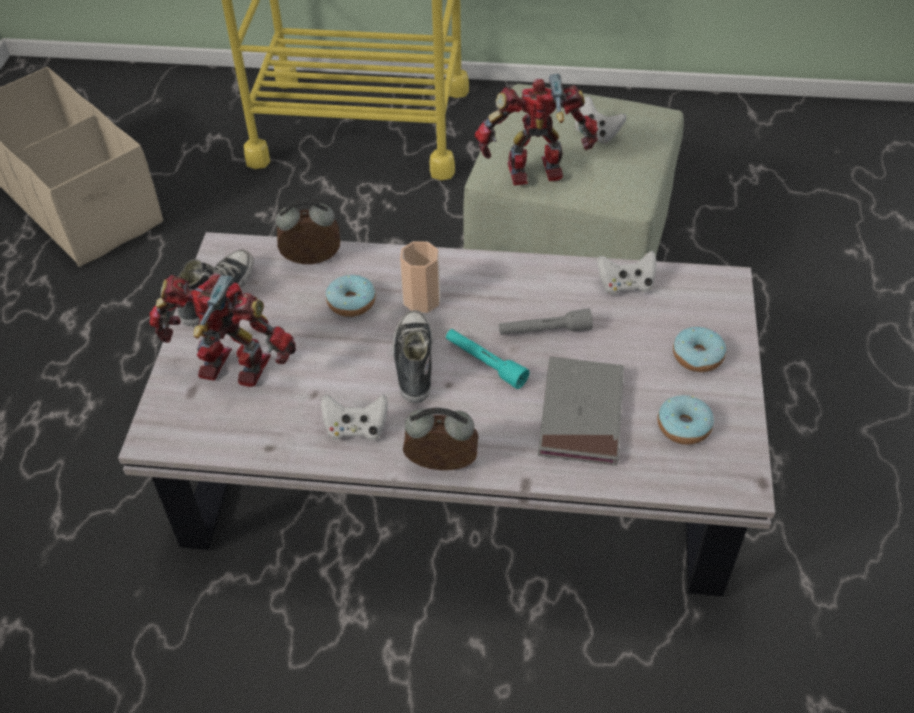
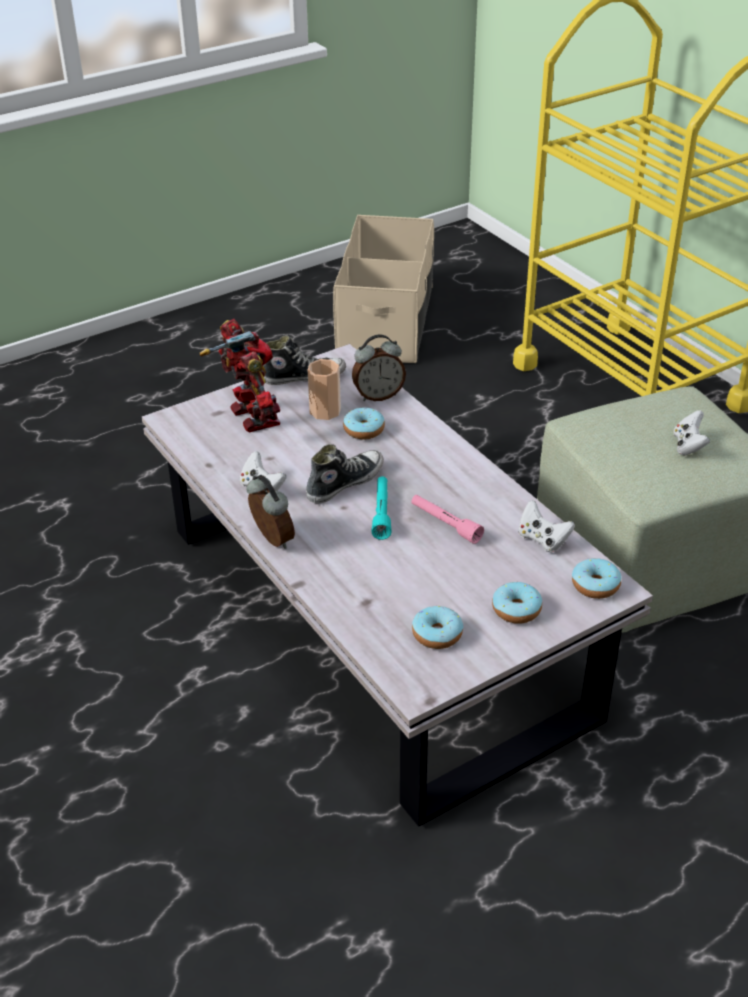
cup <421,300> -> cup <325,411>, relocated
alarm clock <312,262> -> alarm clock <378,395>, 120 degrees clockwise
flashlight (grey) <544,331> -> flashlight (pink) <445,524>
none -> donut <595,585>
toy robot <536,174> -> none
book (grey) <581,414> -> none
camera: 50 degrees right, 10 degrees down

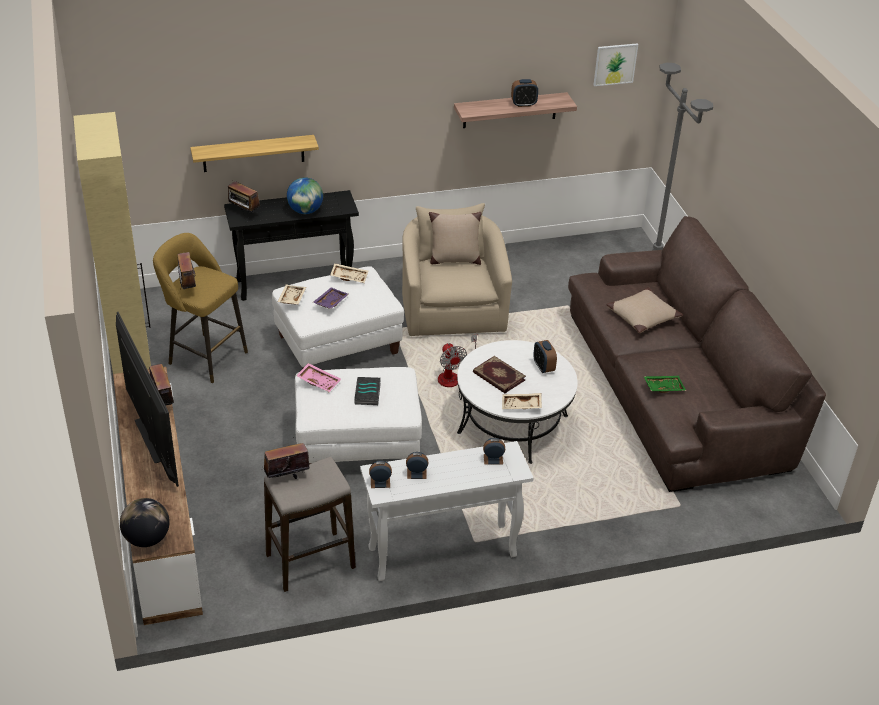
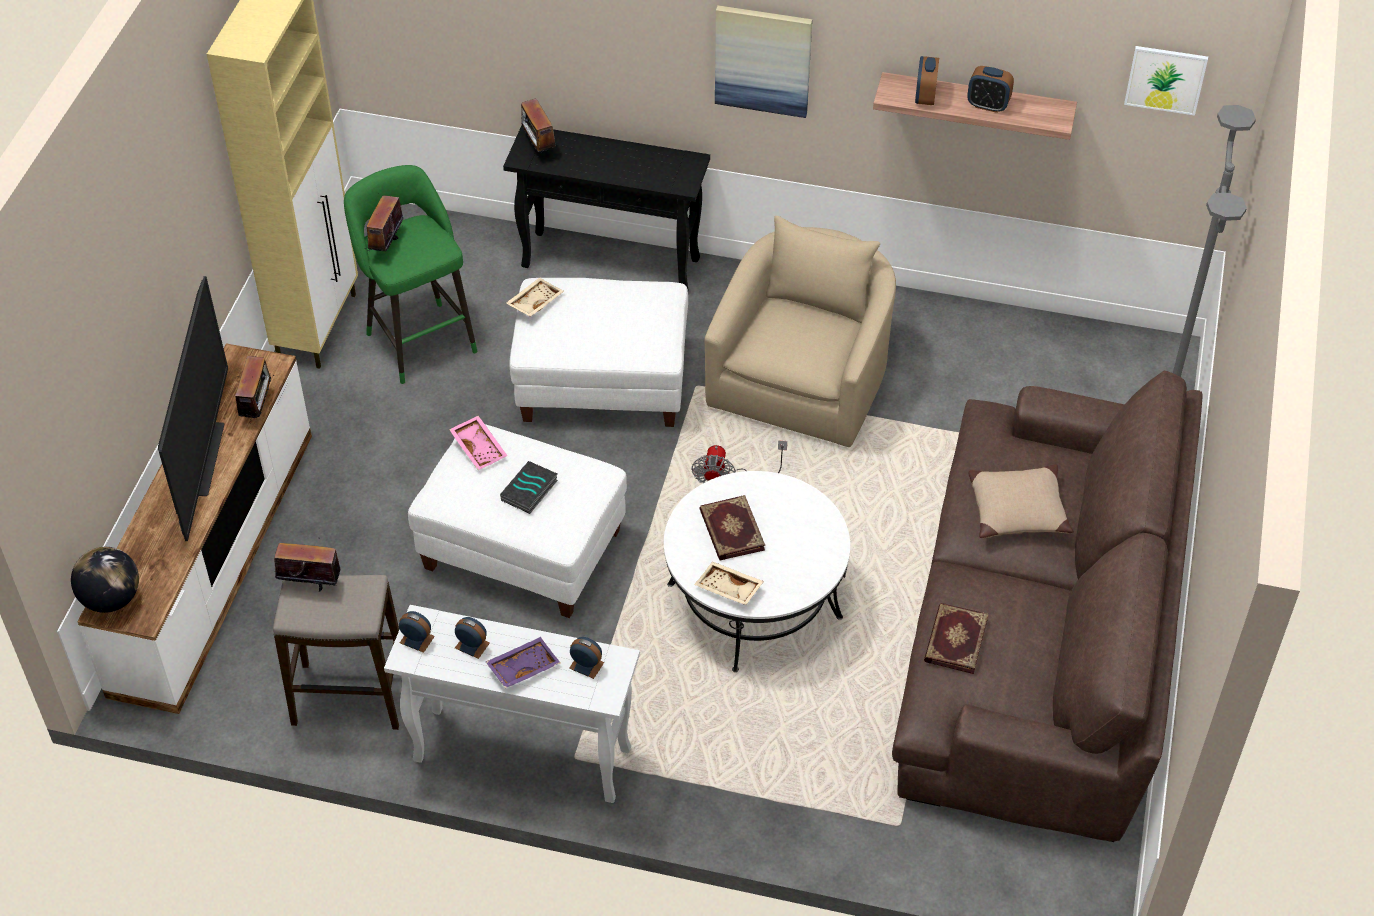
stool (yellow) <204,356> -> stool (green) <418,338>
tray (purple) <330,302> -> tray (purple) <523,667>, relocated
none -> picture <763,60>
alarm clock <543,367> -> alarm clock <925,97>, relocated
tray (green) <663,387> -> book <954,640>
shelf <253,153> -> none
globe <305,211> -> none
tray (beige) <349,277> -> none
pillow (beige) <454,260> -> none
camera: 30 degrees right, 10 degrees up

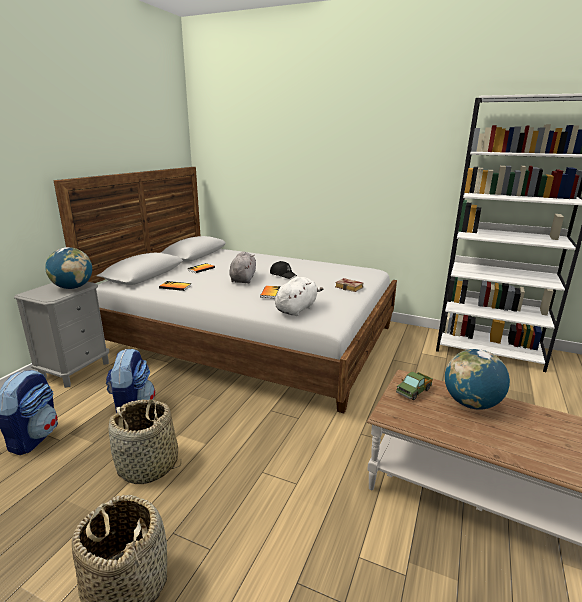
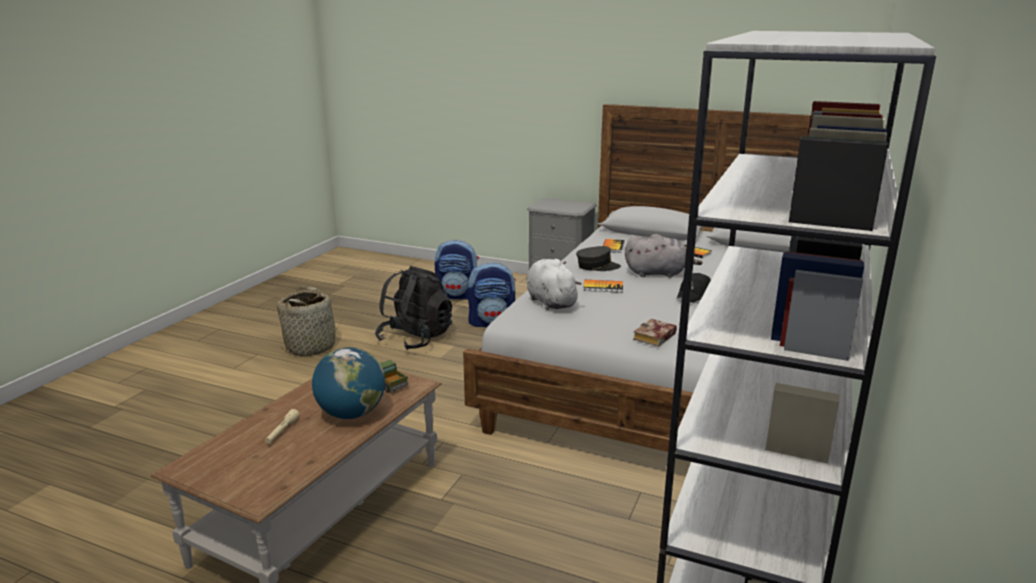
none -> flashlight (beige) <282,432>
basket <148,466> -> backpack (black) <415,338>
plush toy (white) <297,309> -> plush toy (white) <550,302>, 150 degrees counterclockwise
none -> cap (grey) <597,266>
globe <73,287> -> none
camera: 90 degrees right, 0 degrees up

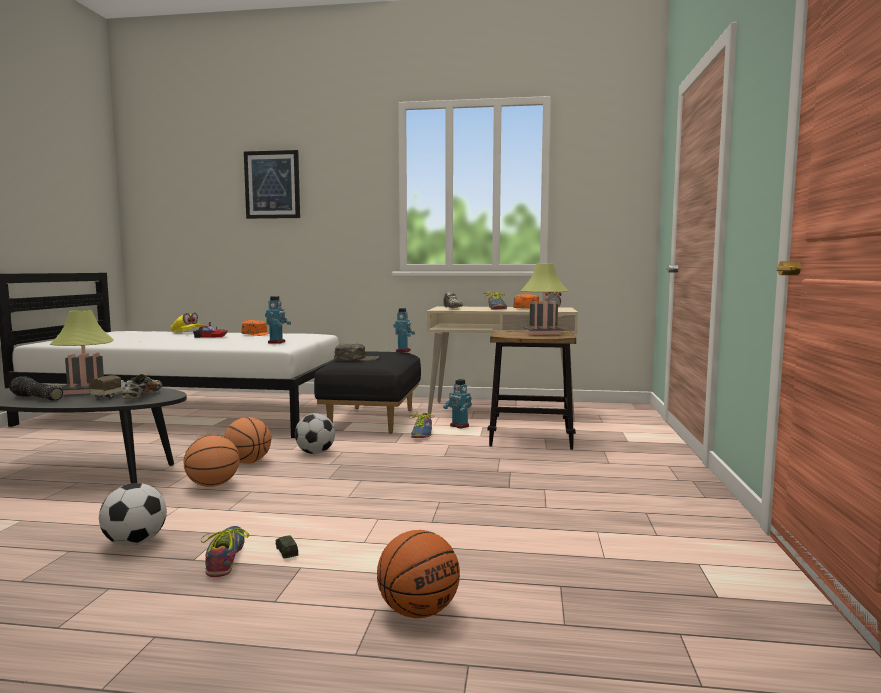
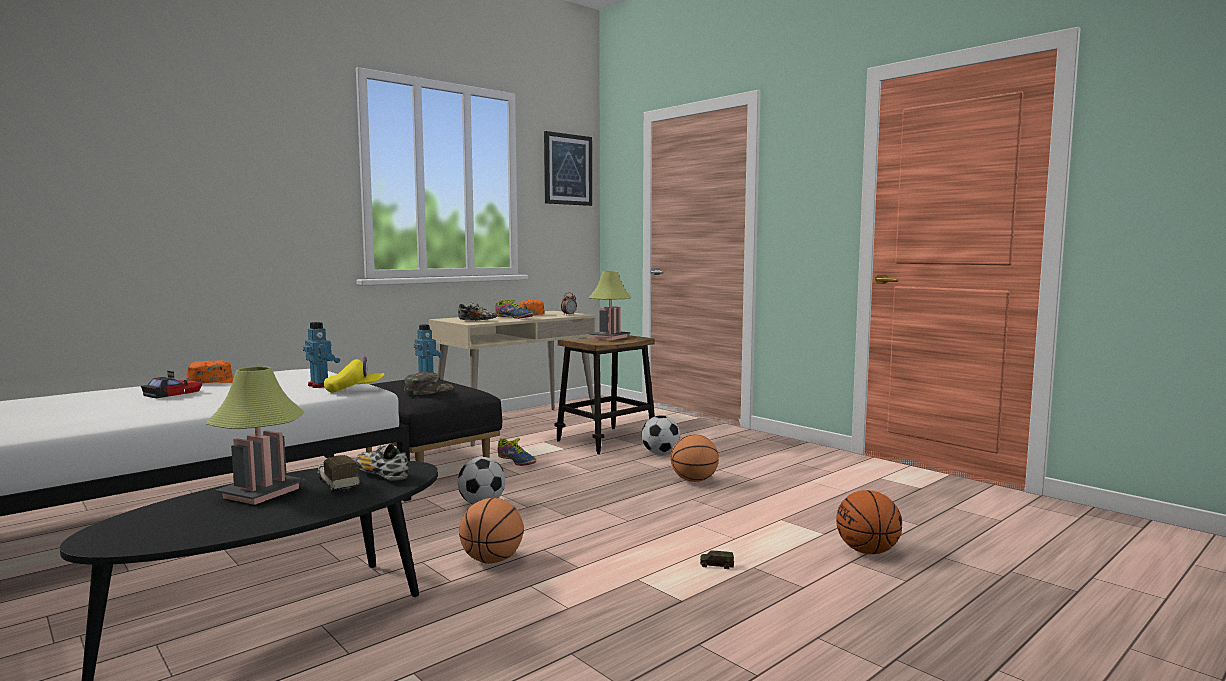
cap (yellow) <187,332> -> cap (yellow) <354,390>, relocated
picture <272,185> -> picture <567,169>, relocated
football <135,542> -> football <660,453>, relocated
basketball <248,462> -> basketball <694,481>, relocated
flashlight <36,398> -> none
shoe <225,557> -> none
toy robot <459,426> -> none
camera: 50 degrees left, 0 degrees up

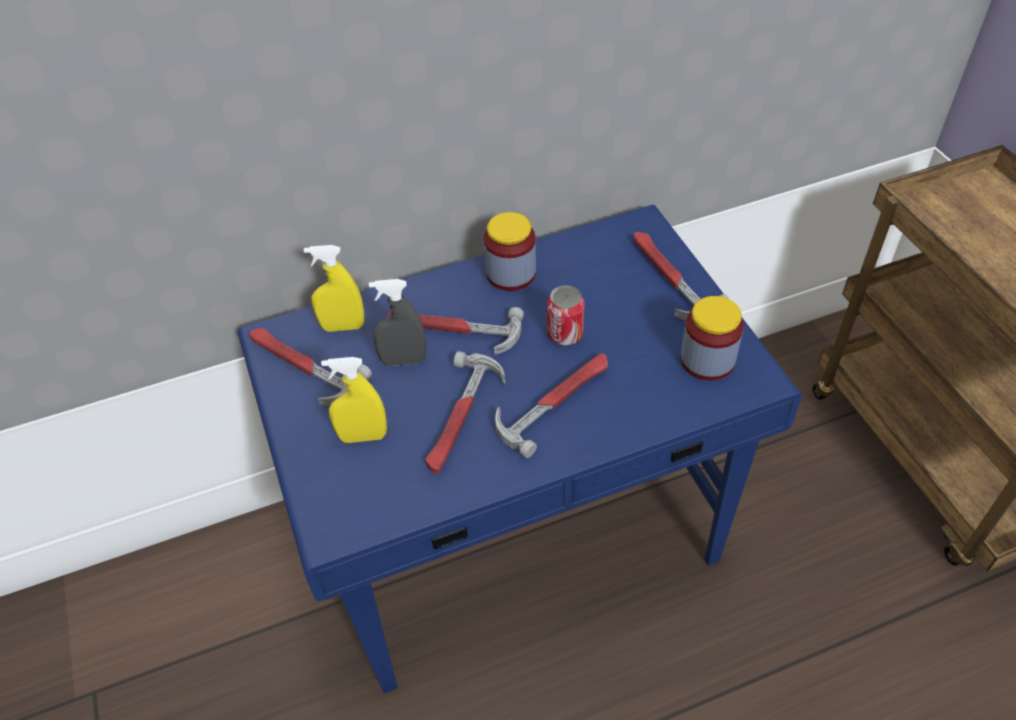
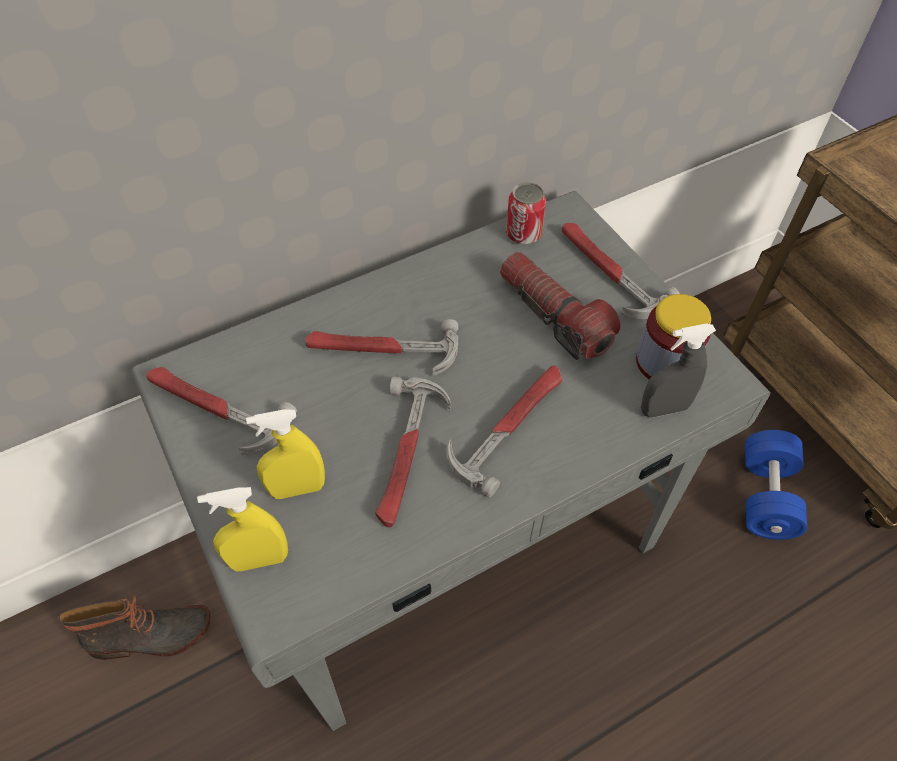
none -> boot <151,637>
desk (blue) <518,530> -> desk (grey) <448,536>
spray bottle (yellow) <343,327> -> spray bottle (yellow) <259,560>, relocated
none -> flashlight <554,316>
can <565,334> -> can <523,234>, relocated
spray bottle (grey) <403,360> -> spray bottle (grey) <664,409>, relocated
none -> dumbbell (blue) <765,496>
jar <511,273> -> none
camera: 10 degrees left, 5 degrees up

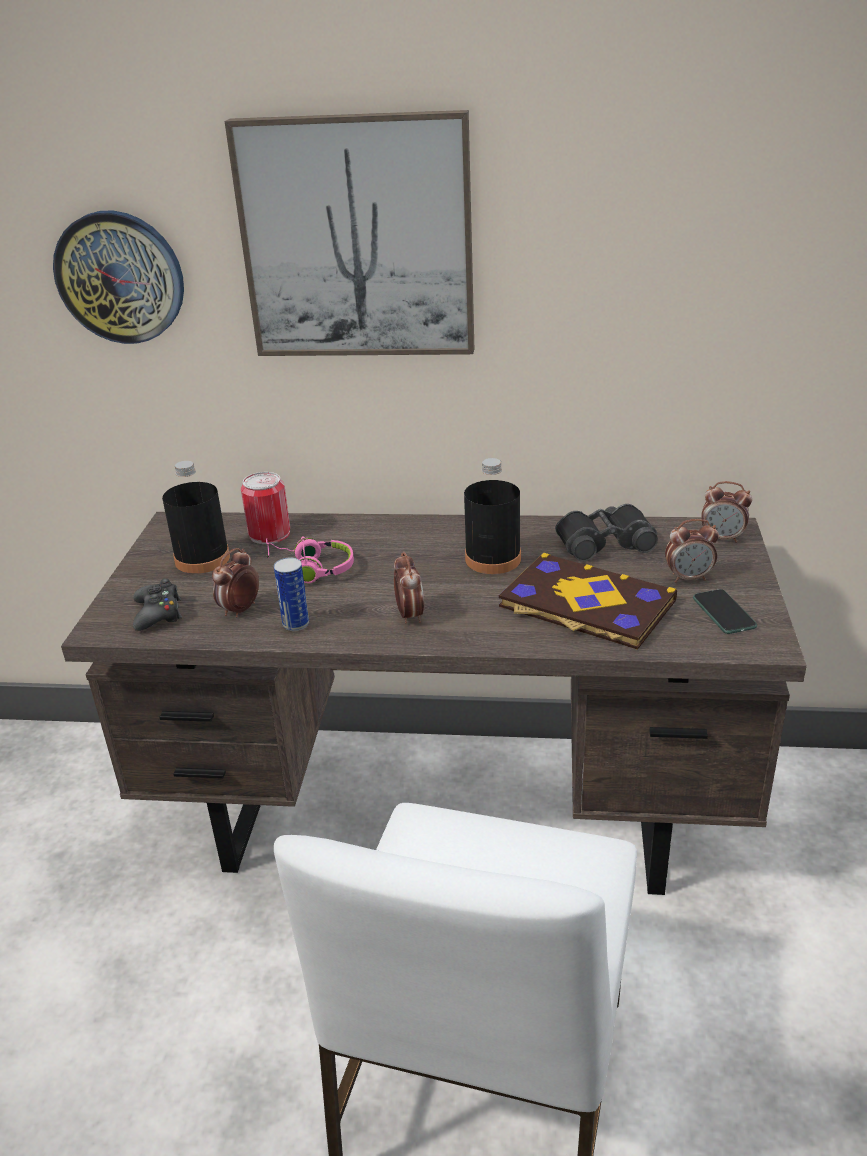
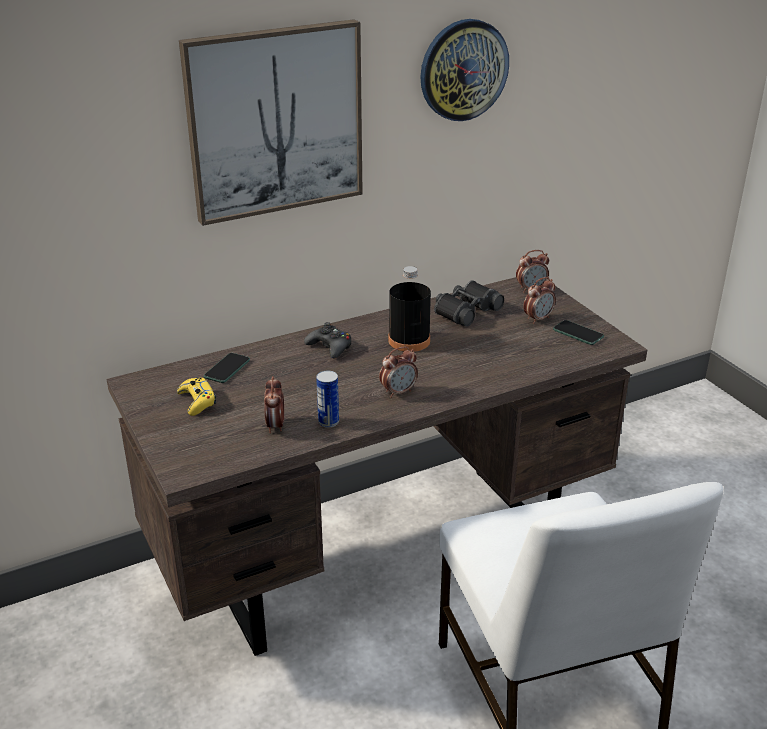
bottle (black) <202,559> -> game controller (yellow) <197,401>
can <269,534> -> phone <227,369>
game controller (black) <158,613> -> game controller (black) <330,347>, relocated
alarm clock <410,615> -> alarm clock <398,392>, 105 degrees clockwise
wall clock <120,277> -> wall clock <463,70>, relocated
headphones (pink) <311,568> -> none
book <586,605> -> none
camera: 35 degrees left, 0 degrees up

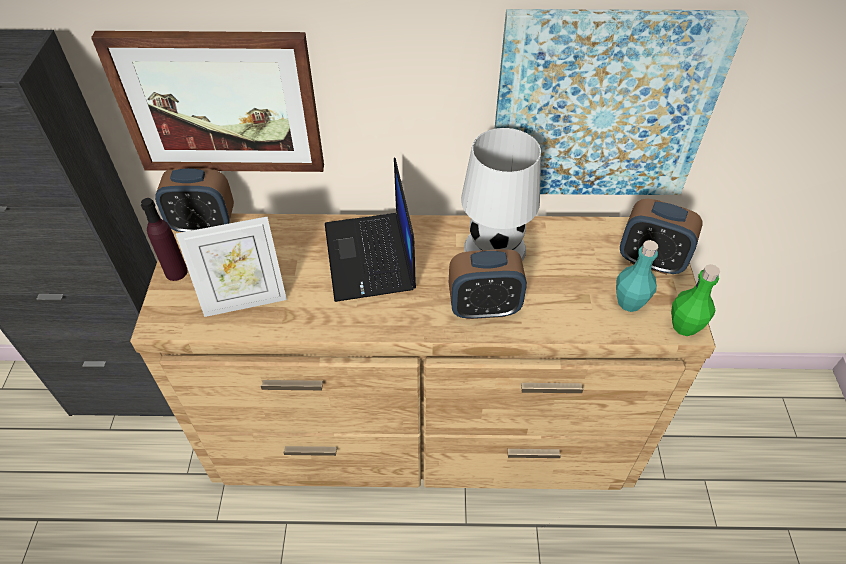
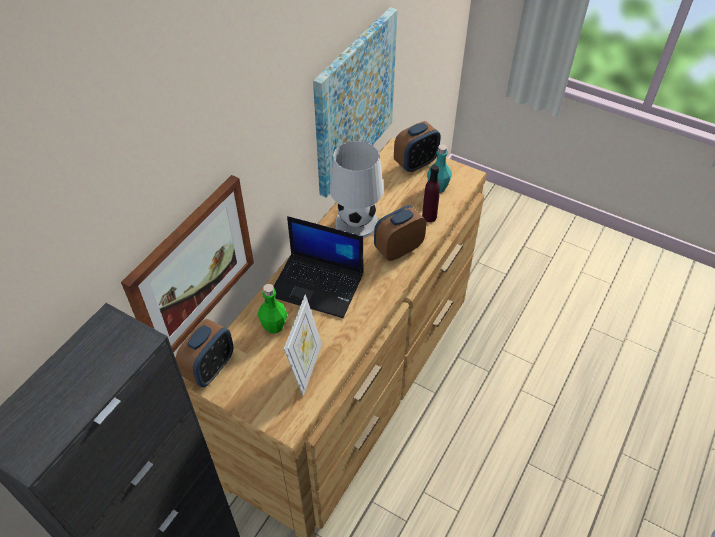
bottle (green) <684,326> -> bottle (green) <274,326>, relocated
alarm clock <484,307> -> alarm clock <398,249>, 150 degrees counterclockwise
bottle (purple) <176,272> -> bottle (purple) <429,216>, relocated
camera: 60 degrees left, 0 degrees up

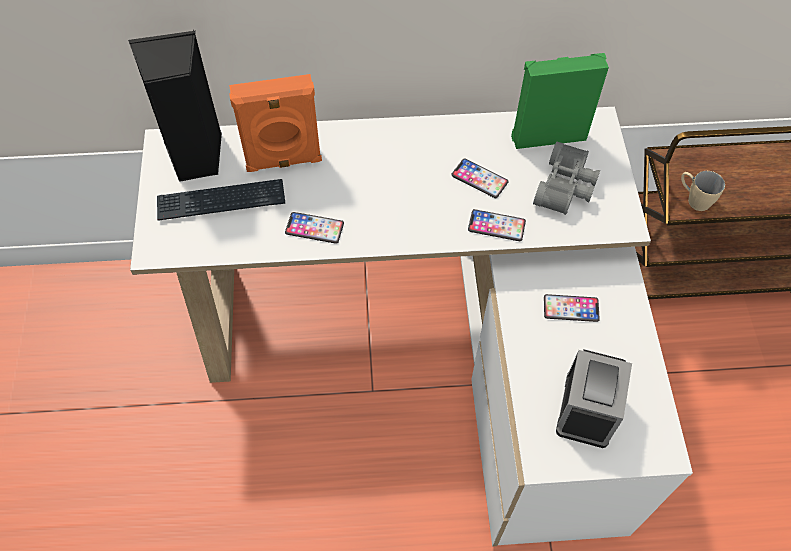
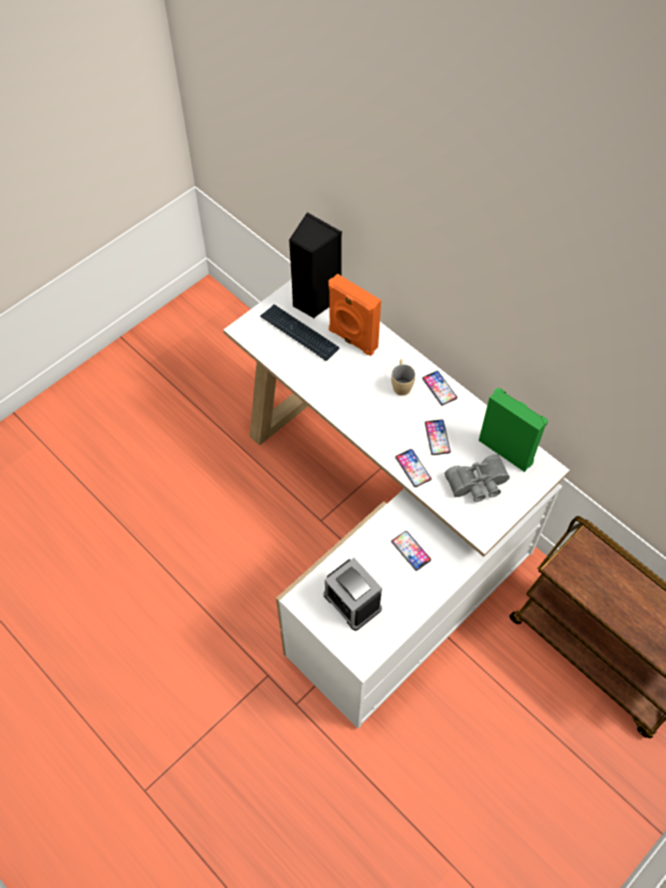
alarm clock <586,409> -> alarm clock <352,601>, 75 degrees clockwise
mug (beige) <693,199> -> mug (beige) <401,384>, relocated
phone <314,228> -> phone <439,388>, relocated
camera: 50 degrees right, 0 degrees up

